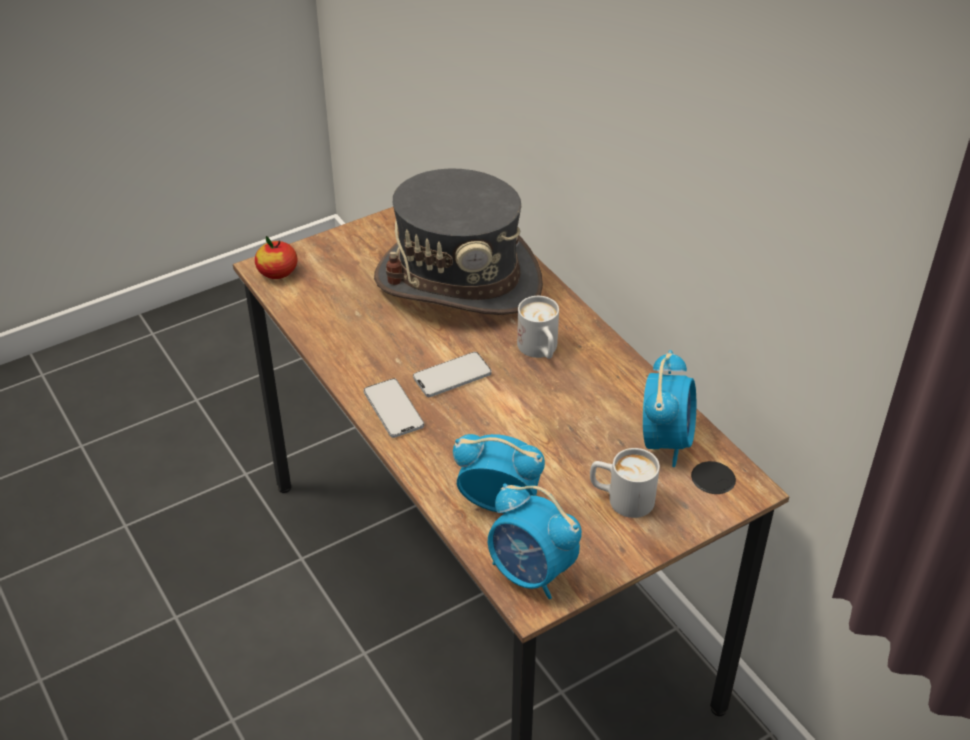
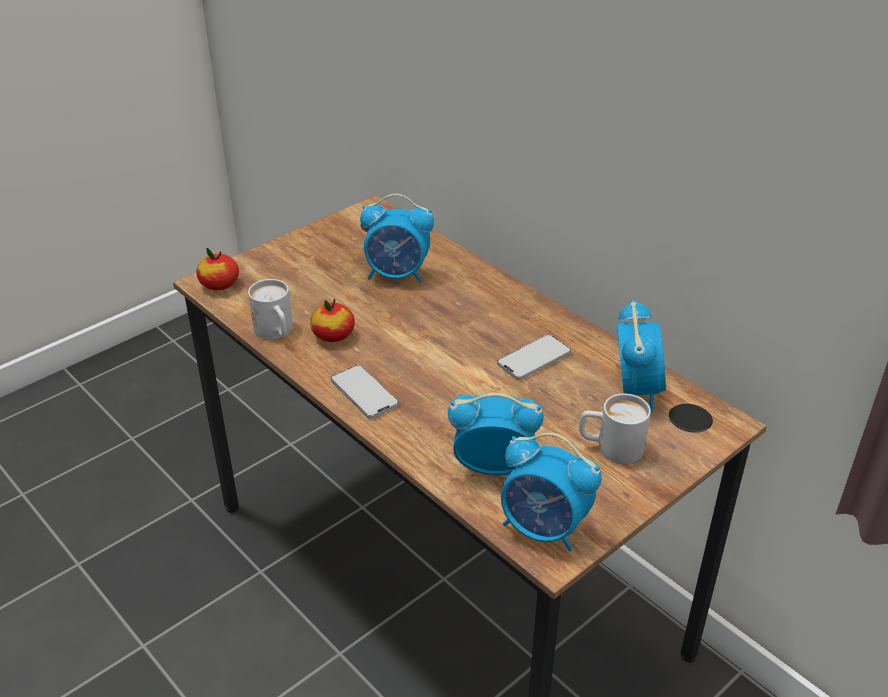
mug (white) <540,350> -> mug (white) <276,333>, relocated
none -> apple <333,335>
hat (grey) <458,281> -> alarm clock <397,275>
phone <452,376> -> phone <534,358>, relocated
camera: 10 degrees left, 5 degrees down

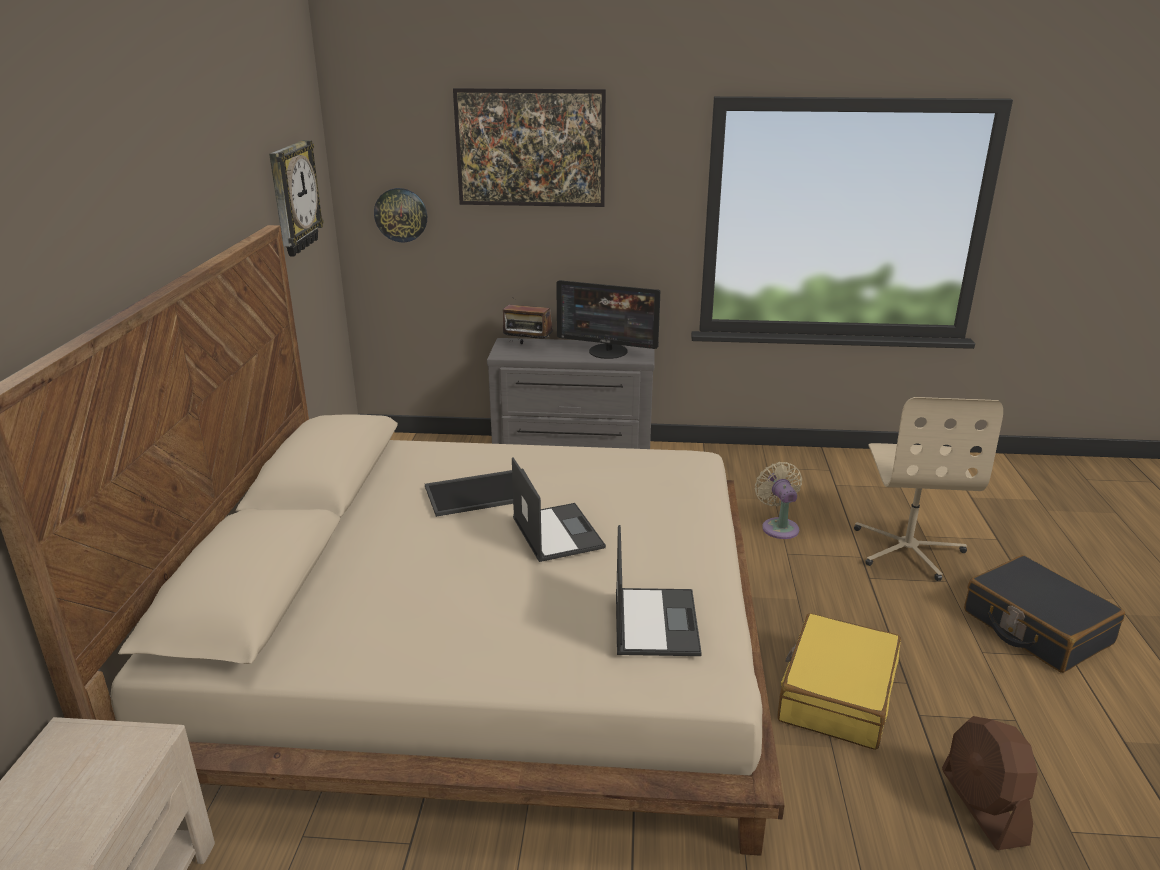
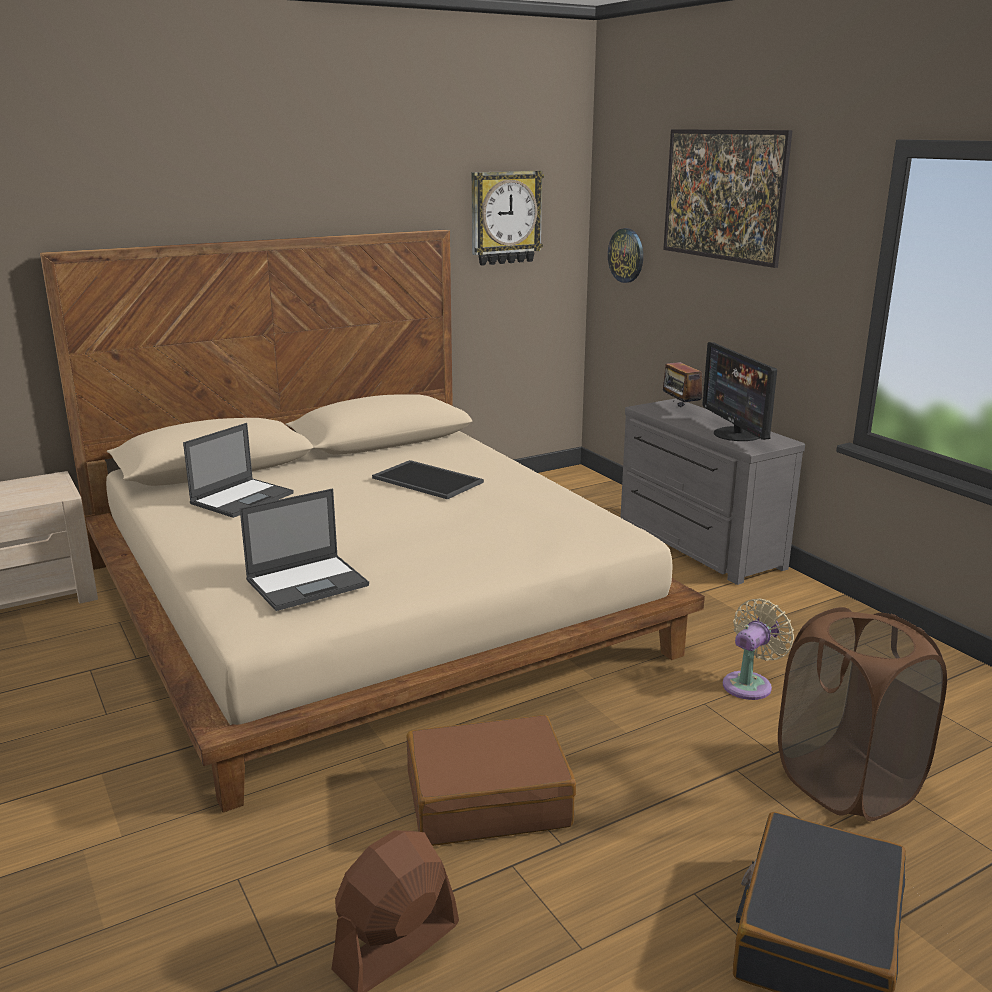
laptop <557,532> -> laptop <243,498>, relocated
suitcase (yellow) <836,694> -> suitcase (brown) <487,799>
office chair (beige) <908,549> -> laundry basket (brown) <846,783>
camera: 55 degrees right, 5 degrees down

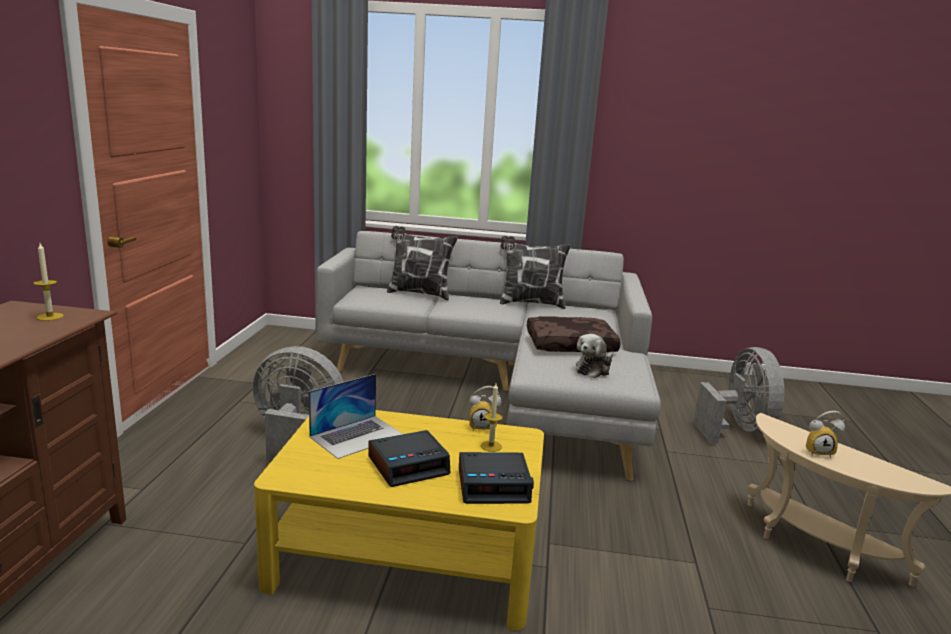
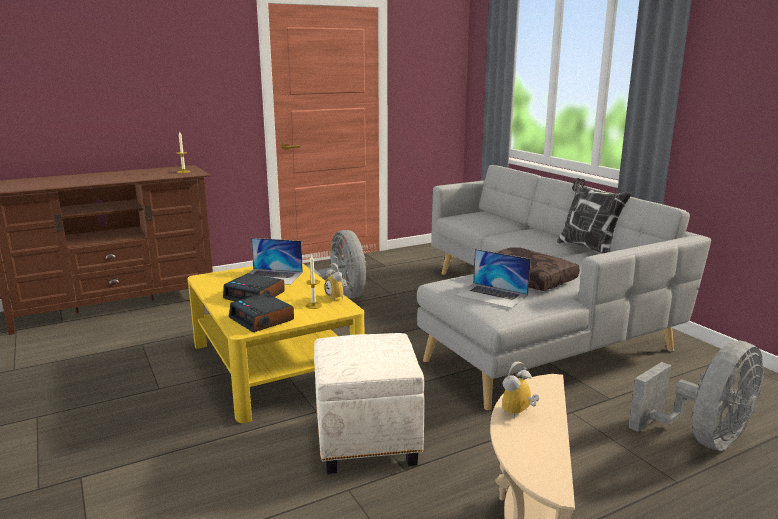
none -> ottoman (white) <368,442>
plush toy <594,369> -> laptop <492,295>
alarm clock <818,452> -> alarm clock <519,413>, 75 degrees clockwise
pillow <419,293> -> none
camera: 55 degrees right, 0 degrees up

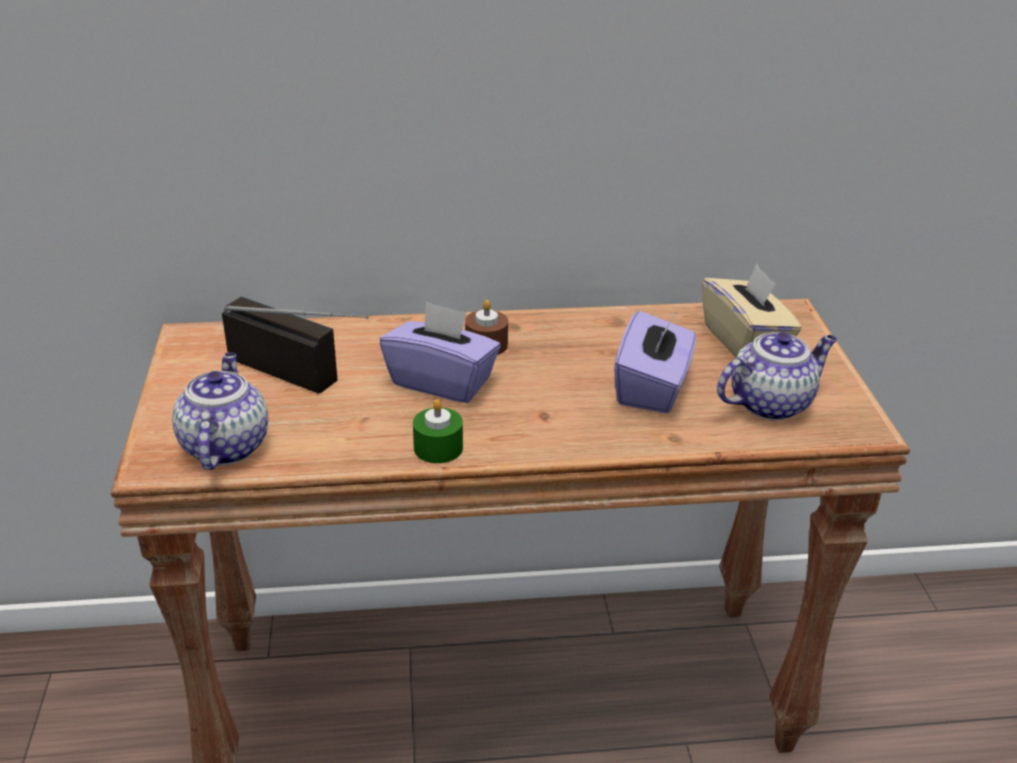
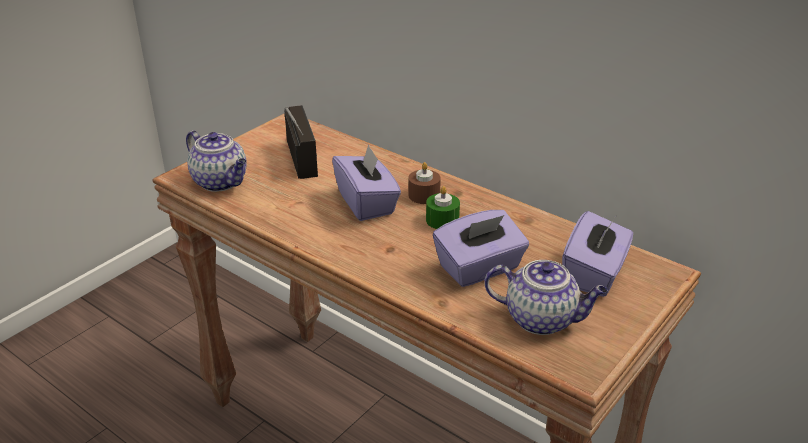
teapot <224,446> -> teapot <221,182>, 90 degrees clockwise
candle (green) <438,448> -> candle (green) <442,220>, relocated
tissue box (beige) <745,341> -> tissue box (purple) <594,274>
camera: 45 degrees right, 0 degrees up

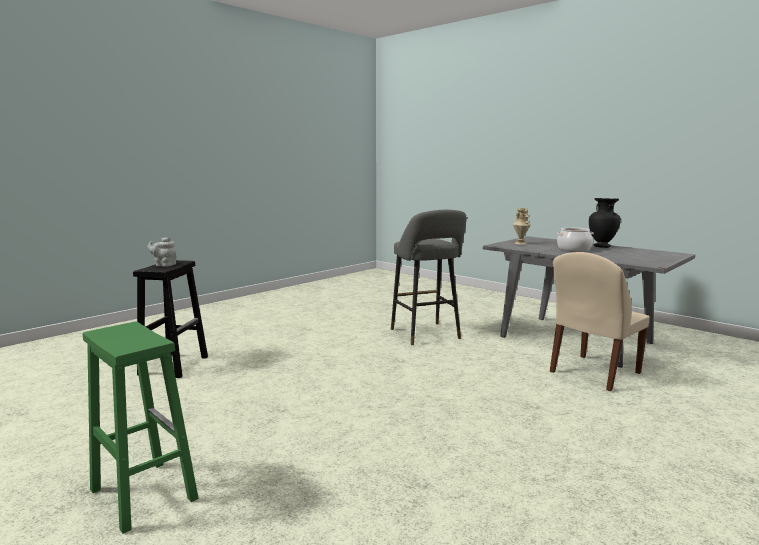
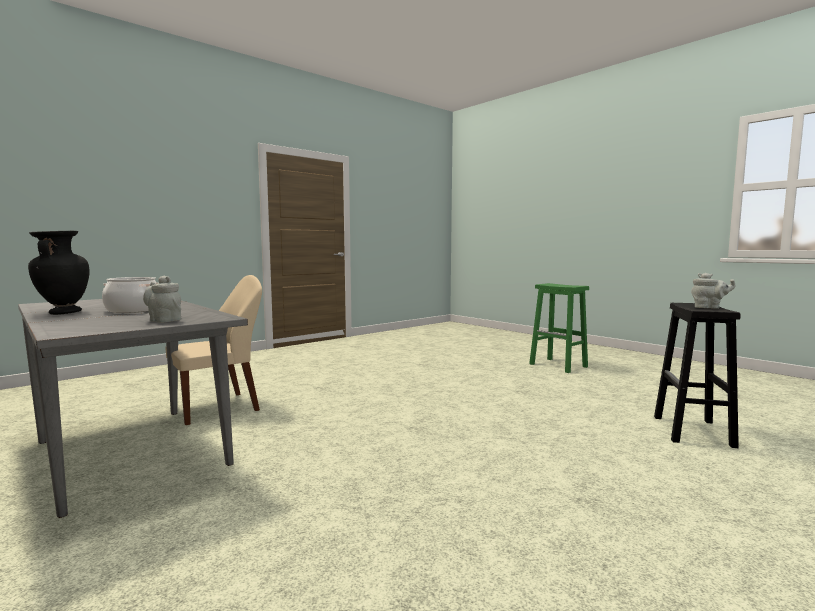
vase (beige) <520,243> -> teapot (grey) <164,320>
stool (grey) <427,335> -> none
camera: 175 degrees left, 5 degrees down

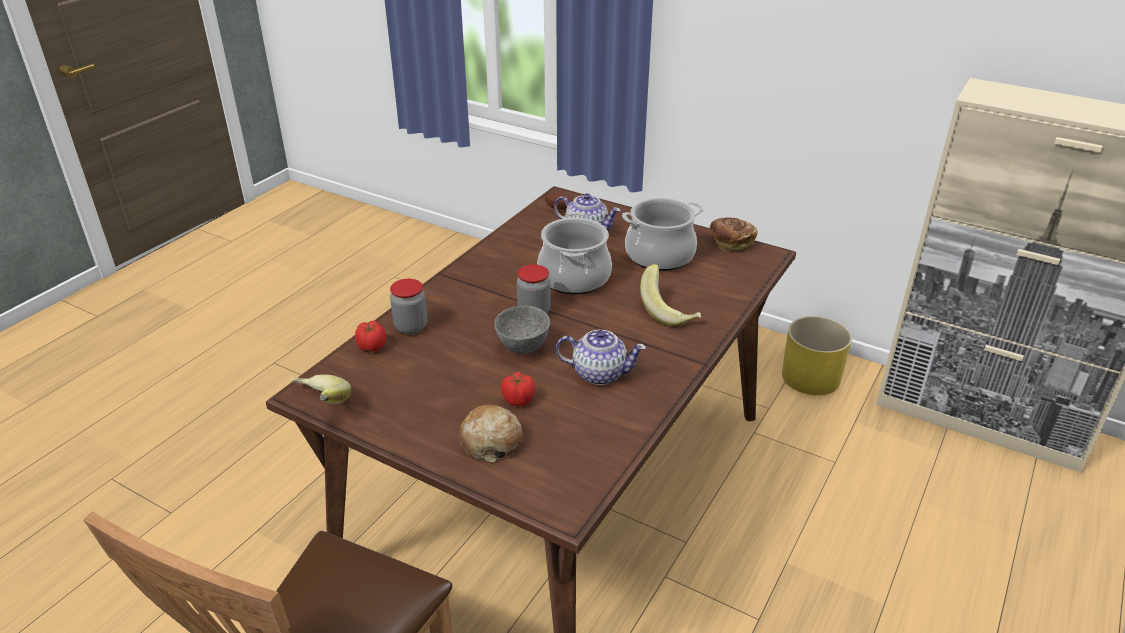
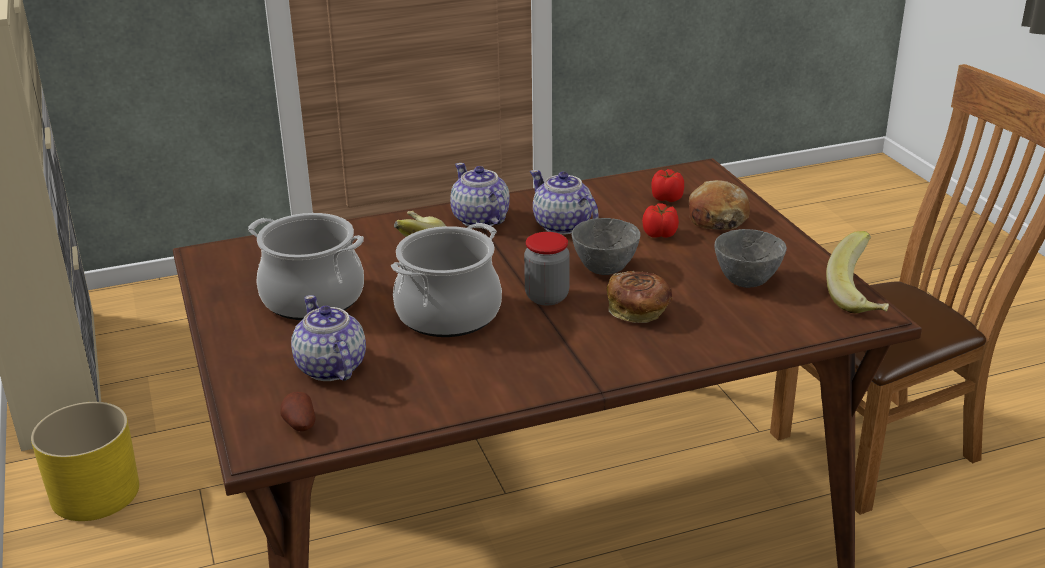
none -> teapot <480,220>
bread <730,243> -> bread <639,312>, relocated
tomato <372,347> -> tomato <667,198>, relocated
none -> bowl (grey) <745,281>
jar <411,327> -> none
camera: 140 degrees left, 5 degrees down

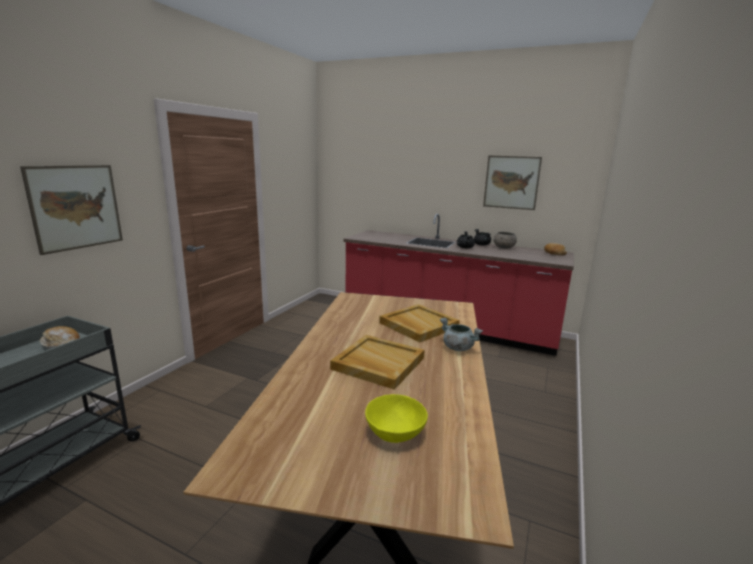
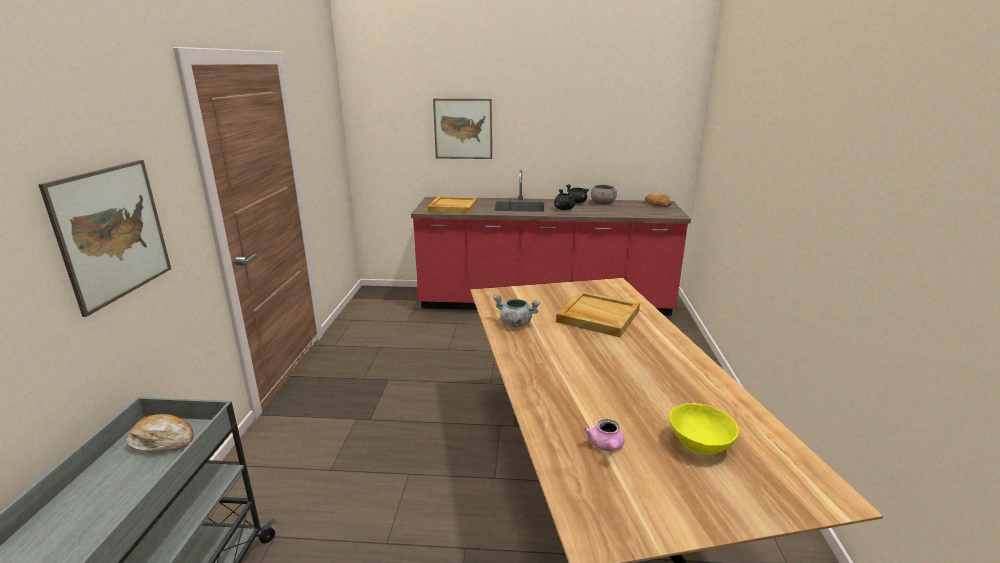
tray (beige) <377,363> -> tray (beige) <452,207>, relocated
picture <511,182> -> picture <463,129>, relocated
cooking pot (grey) <457,348> -> cooking pot (grey) <515,324>, relocated
none -> teapot (pink) <606,446>
camera: 20 degrees left, 5 degrees up

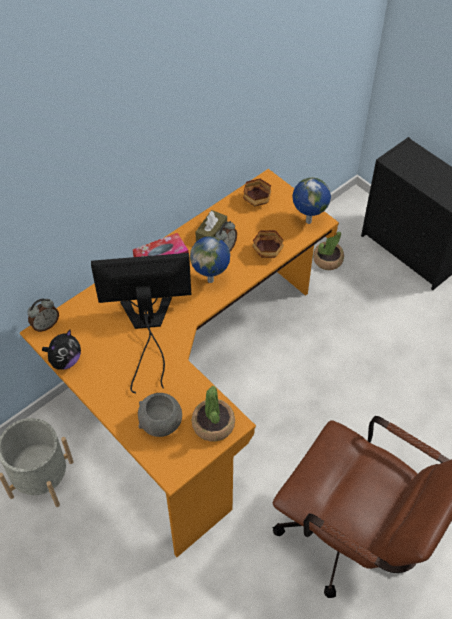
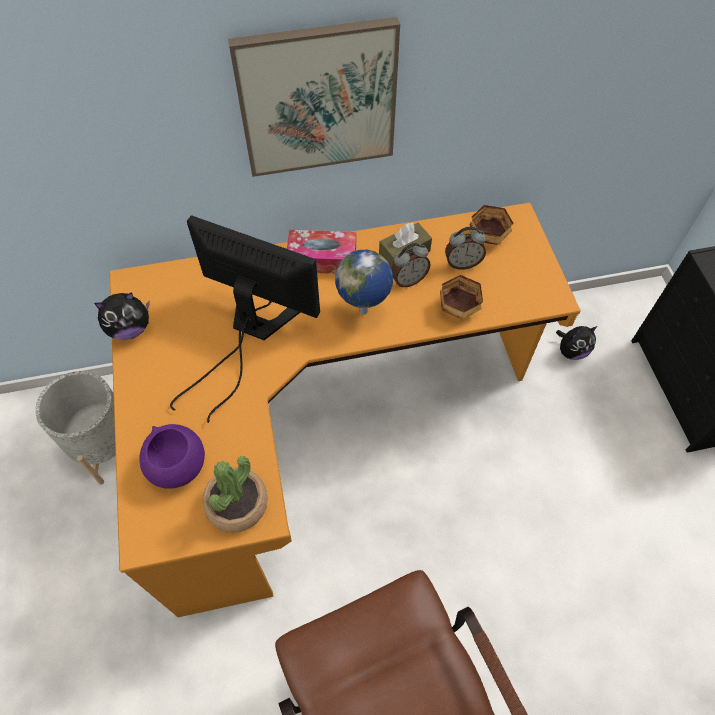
bowl (grey) <161,423> -> bowl (purple) <177,466>
none -> picture <317,99>
alarm clock <45,325> -> alarm clock <462,263>, relocated
potted plant <327,260> -> plush toy <571,351>
globe <307,221> -> none
camera: 30 degrees right, 5 degrees up

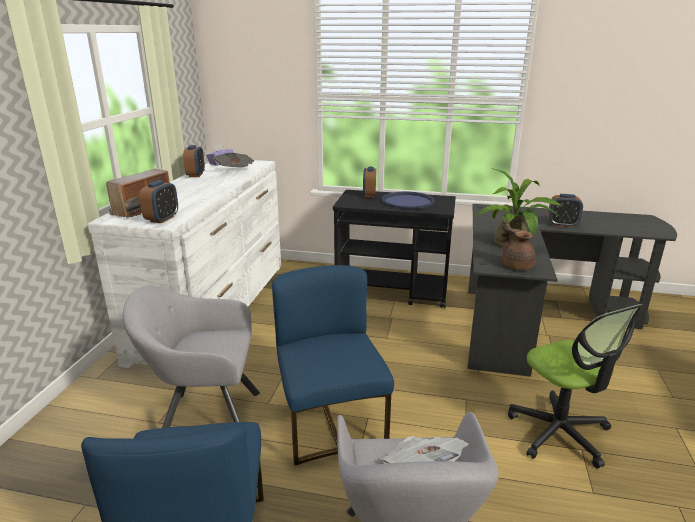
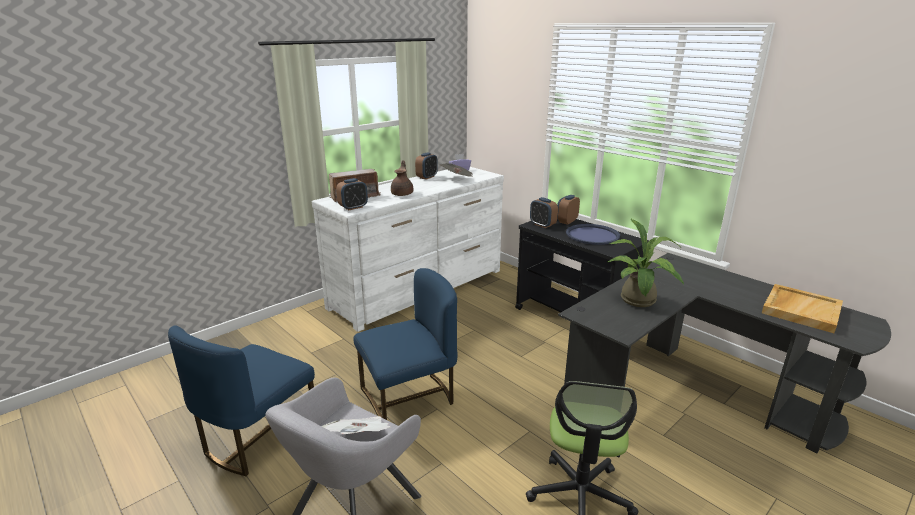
chair (blue) <331,422> -> chair (blue) <409,400>, 45 degrees clockwise
teapot (brown) <516,265> -> teapot (brown) <402,194>, relocated
alarm clock <562,224> -> alarm clock <542,225>, relocated
none -> tray (beige) <800,310>
armchair (grey) <205,419> -> none
camera: 35 degrees right, 0 degrees up

